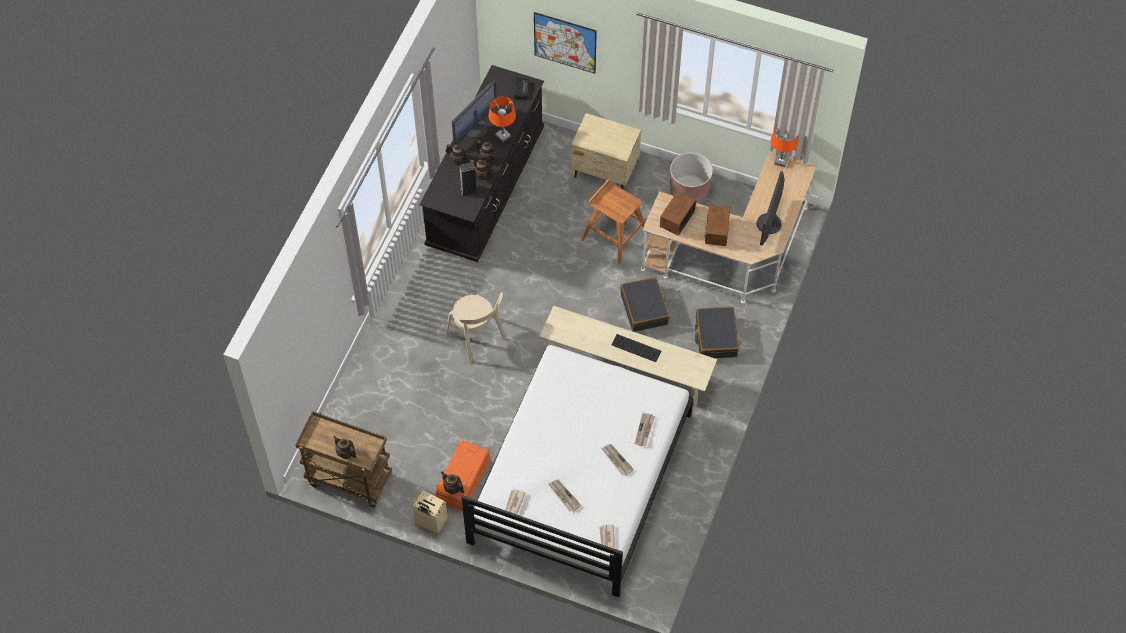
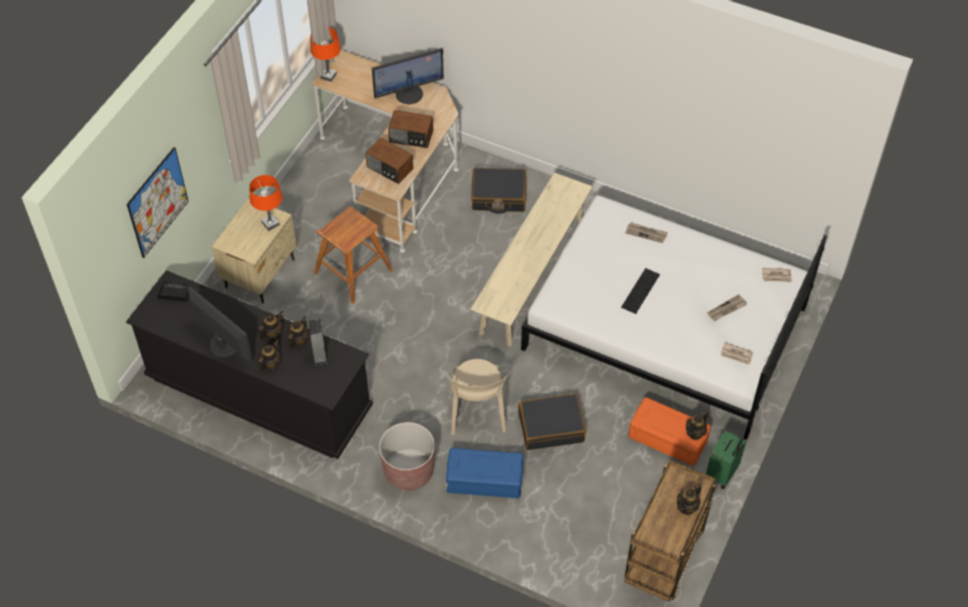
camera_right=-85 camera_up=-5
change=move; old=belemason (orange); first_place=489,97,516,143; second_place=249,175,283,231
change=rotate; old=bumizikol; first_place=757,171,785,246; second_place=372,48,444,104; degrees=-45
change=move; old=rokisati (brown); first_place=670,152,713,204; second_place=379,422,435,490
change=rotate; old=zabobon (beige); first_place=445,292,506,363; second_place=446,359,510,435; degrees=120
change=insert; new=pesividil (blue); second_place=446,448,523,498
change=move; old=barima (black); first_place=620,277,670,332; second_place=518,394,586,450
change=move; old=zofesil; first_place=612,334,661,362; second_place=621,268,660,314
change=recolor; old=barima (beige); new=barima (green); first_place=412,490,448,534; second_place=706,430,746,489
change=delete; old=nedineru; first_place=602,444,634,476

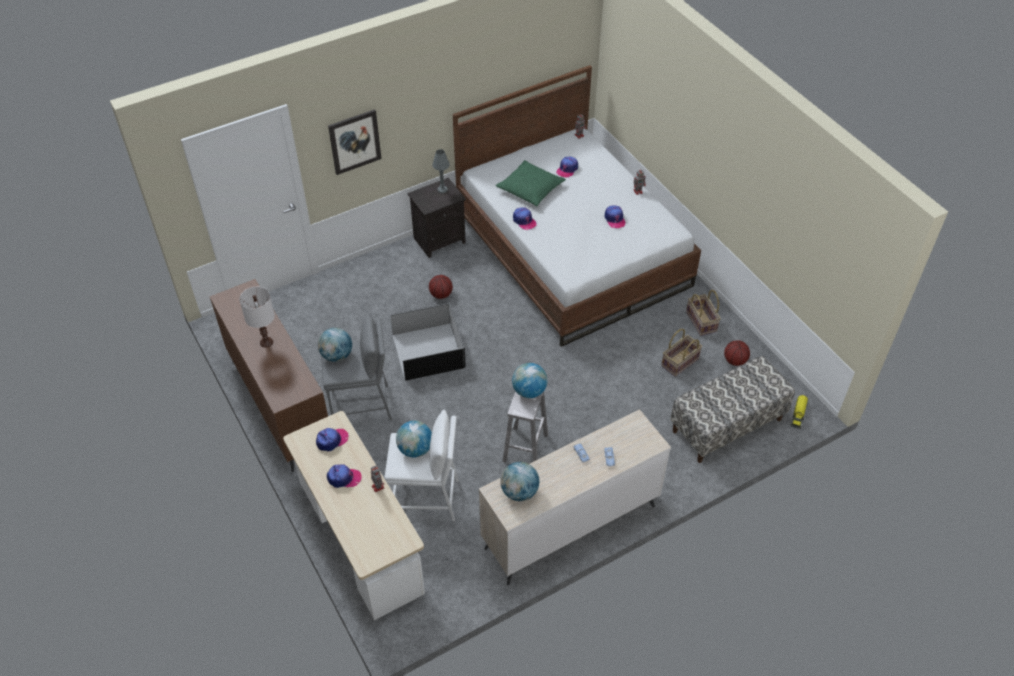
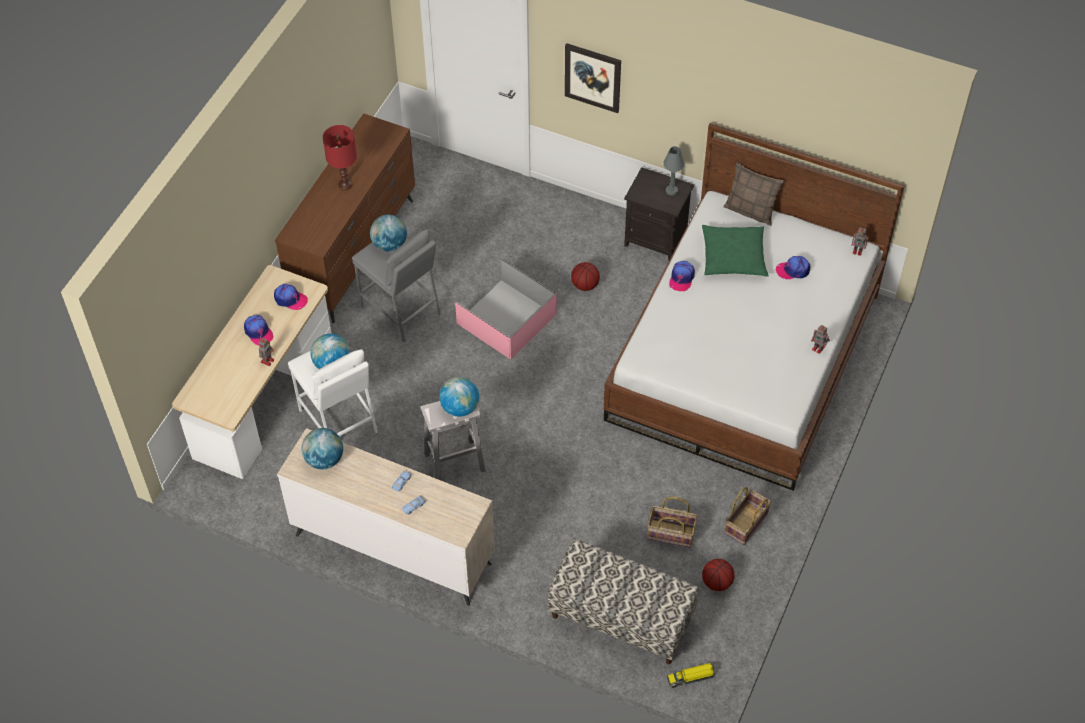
camera_right=55 camera_up=5
change=recolor; old=belemason (white); new=belemason (red); first_place=239,287,275,348; second_place=323,125,357,190
change=recolor; old=pesividil (black); new=pesividil (pink); first_place=390,303,466,381; second_place=455,258,557,359
change=insert; new=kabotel; second_place=723,162,785,226
change=delete; old=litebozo; first_place=604,205,625,228

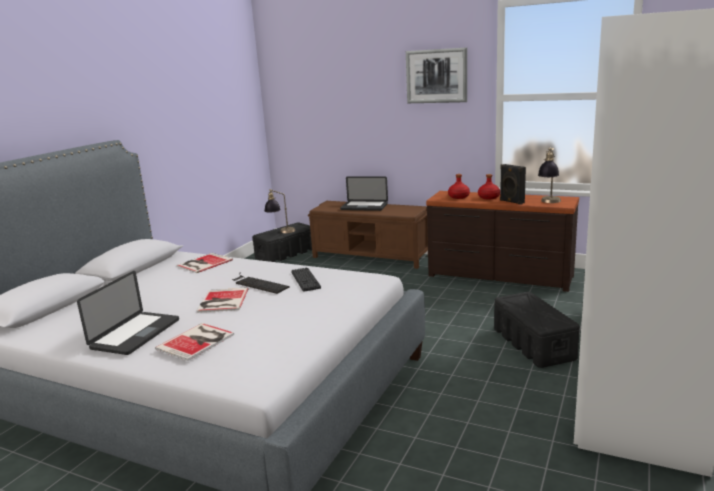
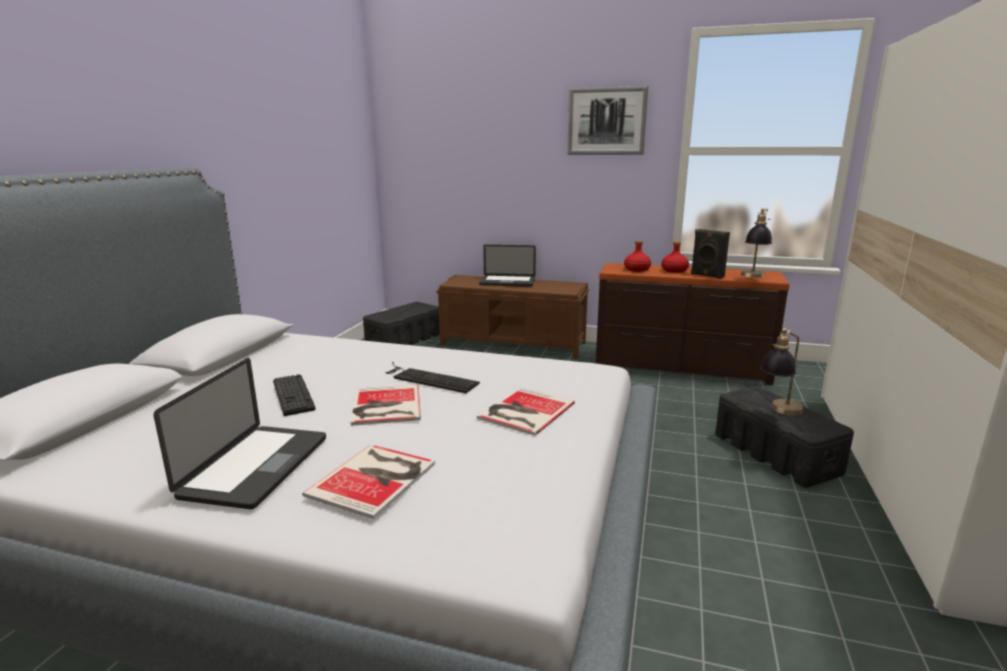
camera_right=-10 camera_up=0
change=move; old=zofesil; first_place=291,268,321,292; second_place=273,374,316,416
change=move; old=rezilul; first_place=177,253,233,273; second_place=477,388,575,436
change=move; old=belemason; first_place=265,189,295,233; second_place=760,328,804,415

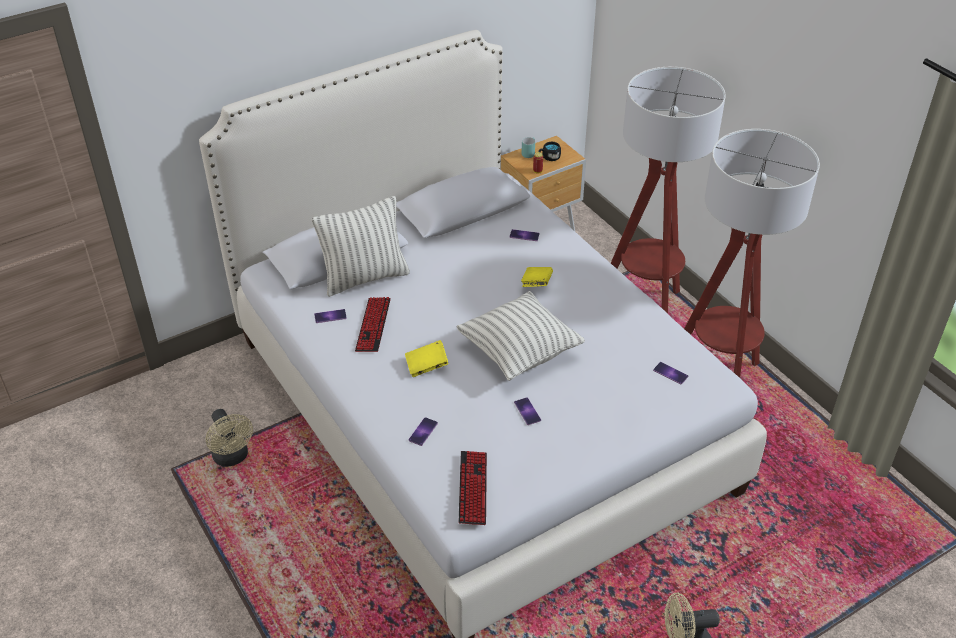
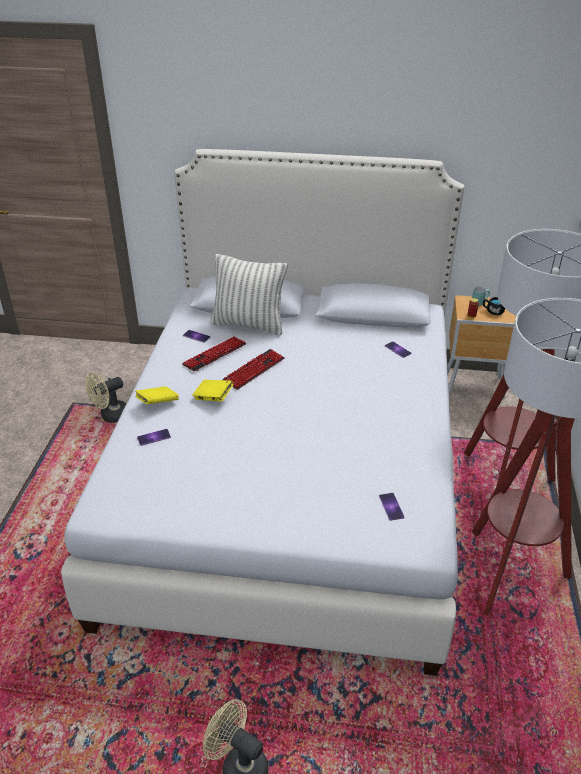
camera_right=40 camera_up=-5
change=rotate; old=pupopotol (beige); first_place=206,409,253,467; second_place=85,372,126,423; degrees=45
change=move; old=rezilul (yellow); first_place=521,267,553,287; second_place=135,386,179,404
change=move; old=zofesil; first_place=458,451,487,525; second_place=222,349,285,390
change=delete; old=kabotel; first_place=456,291,585,381
change=delete; old=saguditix; first_place=514,397,541,425

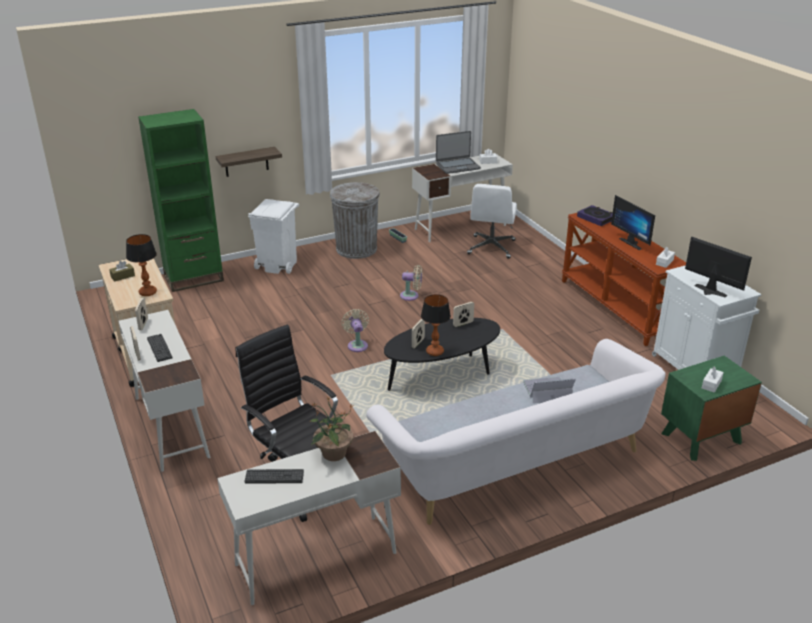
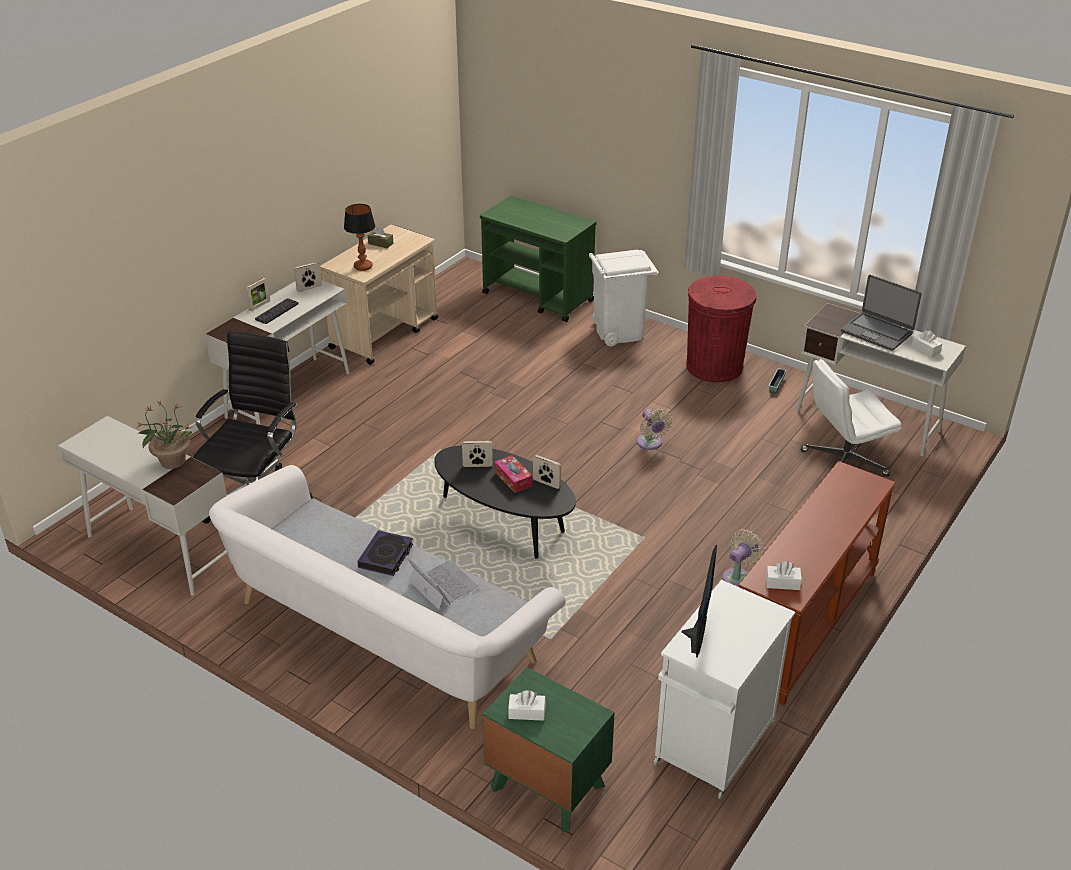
camera_right=60 camera_up=5
change=move; old=rezilul; first_place=577,205,613,226; second_place=358,530,413,576
change=replace; old=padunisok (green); new=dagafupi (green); first_place=138,109,224,292; second_place=480,196,596,322
change=insert; new=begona; second_place=495,455,533,493
change=recolor; old=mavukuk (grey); new=mavukuk (red); first_place=330,182,380,259; second_place=686,276,757,382
change=move; old=pupopotol (beige); first_place=342,309,369,352; second_place=723,529,766,587
change=delete; old=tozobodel; first_place=215,147,282,177
change=delete; old=zofesil; first_place=245,469,304,484
change=delete; old=belemason; first_place=421,294,451,356
change=delete; old=bumizikol; first_place=611,195,655,250

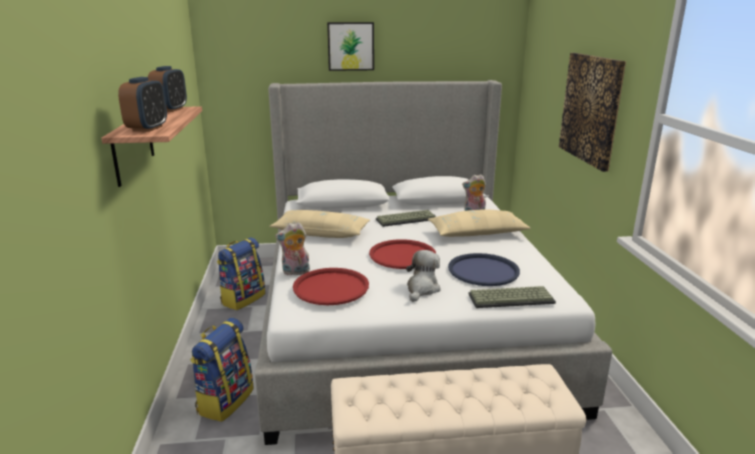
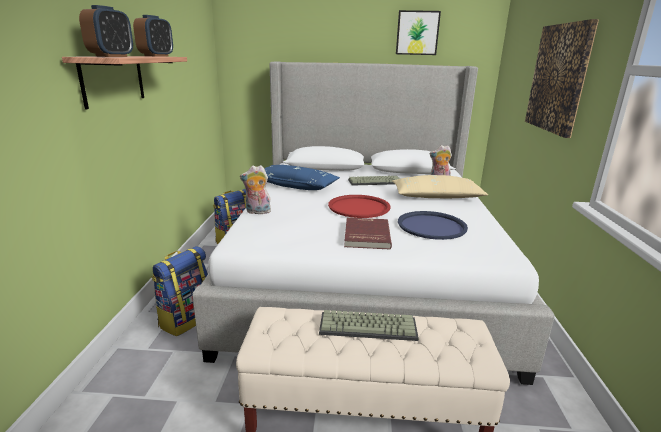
camera_right=10 camera_up=0
change=recolor; old=kabotel (beige); new=kabotel (blue); first_place=269,210,370,238; second_place=264,165,340,190
change=move; old=zofesil; first_place=468,286,556,308; second_place=319,310,419,341
change=replace; old=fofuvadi; new=rezilul (red); first_place=406,250,441,302; second_place=344,217,392,249
change=move; old=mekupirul; first_place=327,22,374,71; second_place=396,10,441,55
change=delete; old=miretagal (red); first_place=293,268,369,305

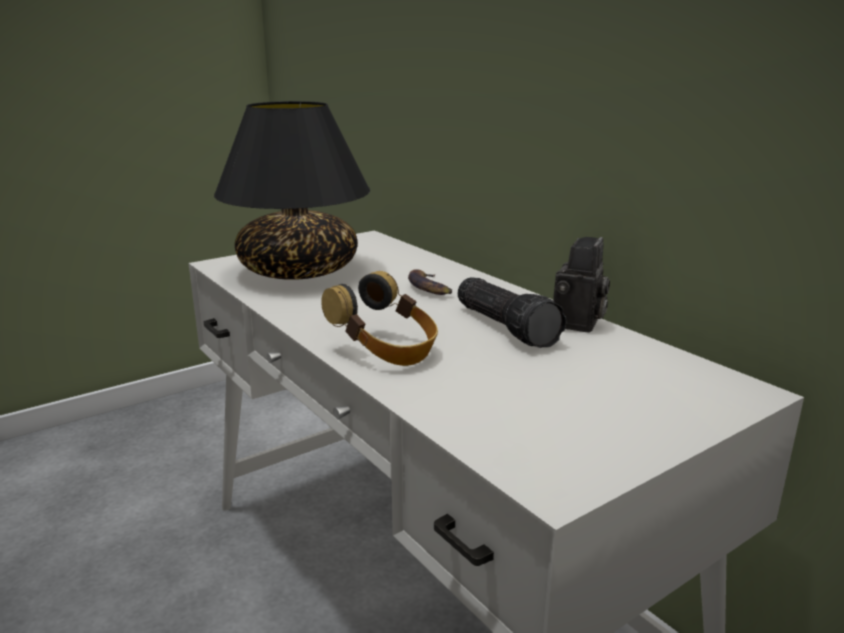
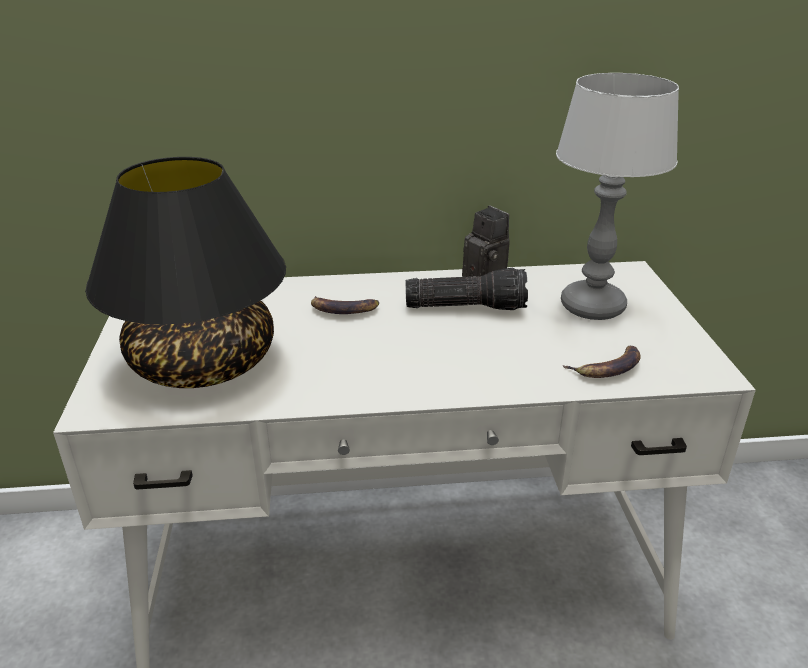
camera_right=-60 camera_up=10
change=insert; new=belemason; second_place=556,73,679,320
change=insert; new=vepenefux; second_place=563,345,641,378
change=delete; old=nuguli; first_place=321,271,438,366

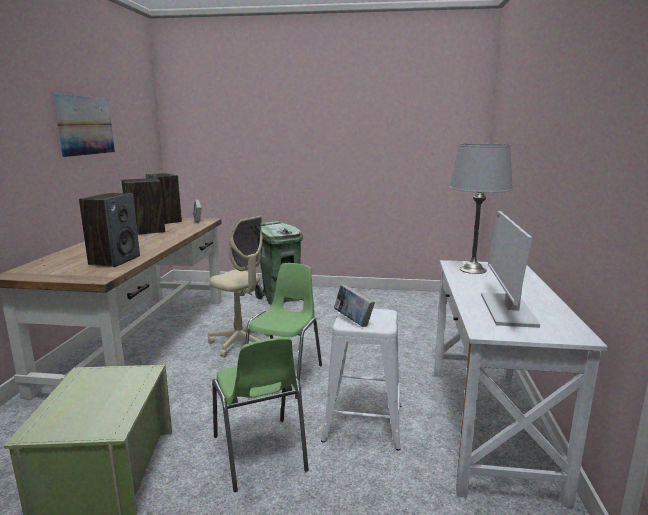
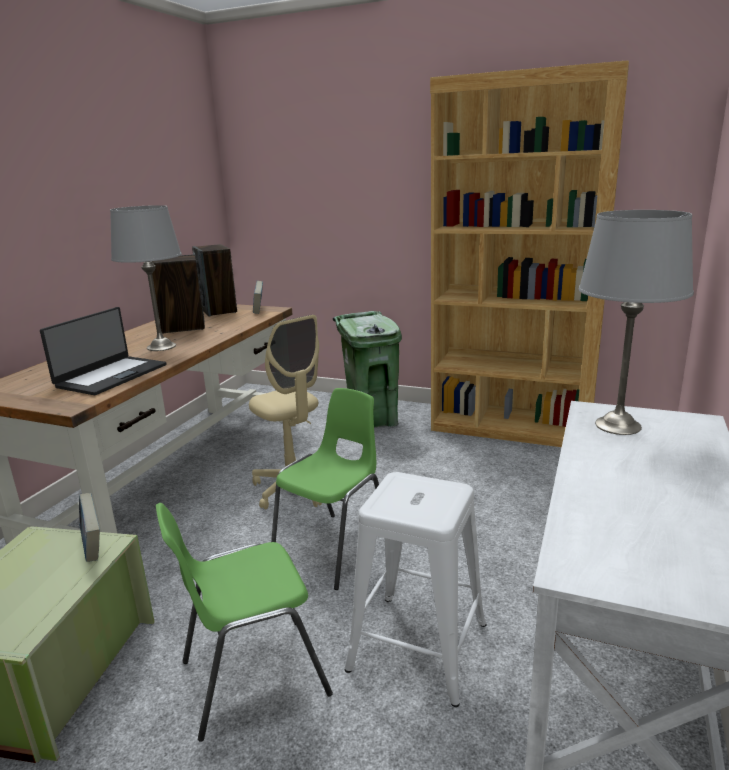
camera_right=15 camera_up=5
change=replace; old=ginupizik; new=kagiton; first_place=79,193,140,267; second_place=40,307,166,395
change=move; old=rezilul; first_place=334,285,375,327; second_place=79,493,100,562
change=insert; new=belemason (grey); second_place=110,205,182,351
change=rotate; old=zabobon (green); first_place=212,337,309,492; second_place=156,503,333,742; degrees=75
change=insert; new=padunisok (brown); second_place=430,60,629,447
change=delete; old=mekupirul; first_place=53,94,115,157
change=delete; old=bumizikol; first_place=481,211,540,328

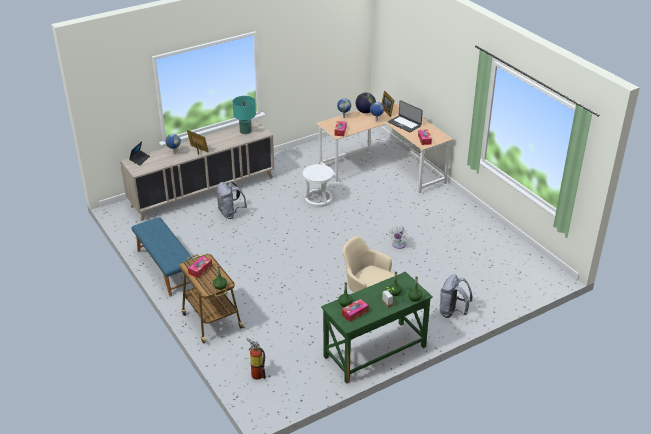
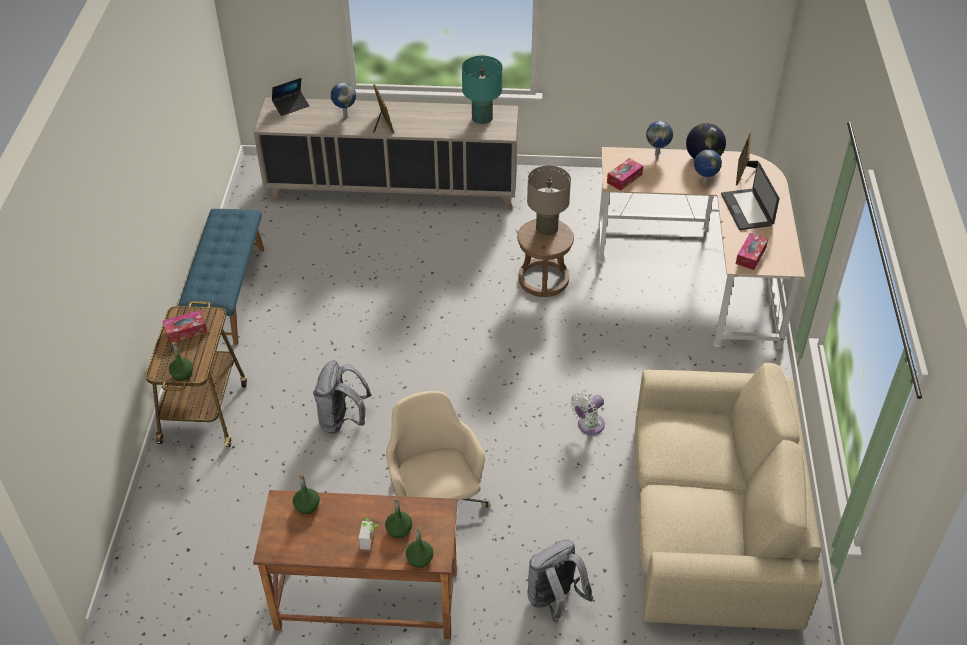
camera_right=35 camera_up=10
change=recolor; old=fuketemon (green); new=fuketemon (brown); first_place=321,272,433,384; second_place=253,490,458,639
change=move; old=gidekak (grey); first_place=216,181,247,219; second_place=313,361,371,434
change=recolor; old=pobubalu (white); new=pobubalu (brown); first_place=303,164,334,208; second_place=517,219,574,297
change=insert; new=belemason (beige); second_place=527,165,571,236
change=insert; new=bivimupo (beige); second_place=635,363,822,630
change=delete; old=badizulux; first_place=246,338,266,379
change=delete; old=begona; first_place=342,299,369,322

